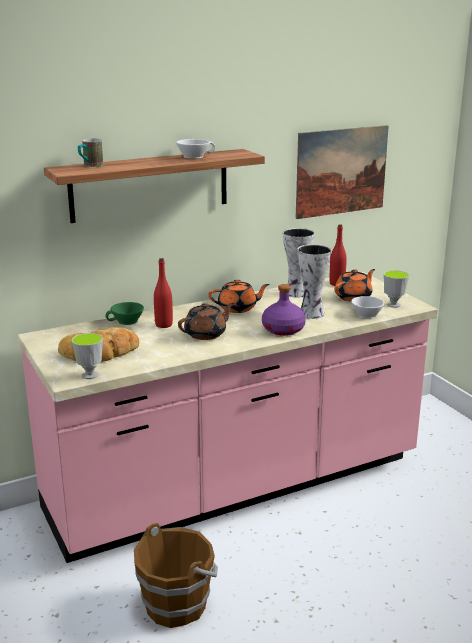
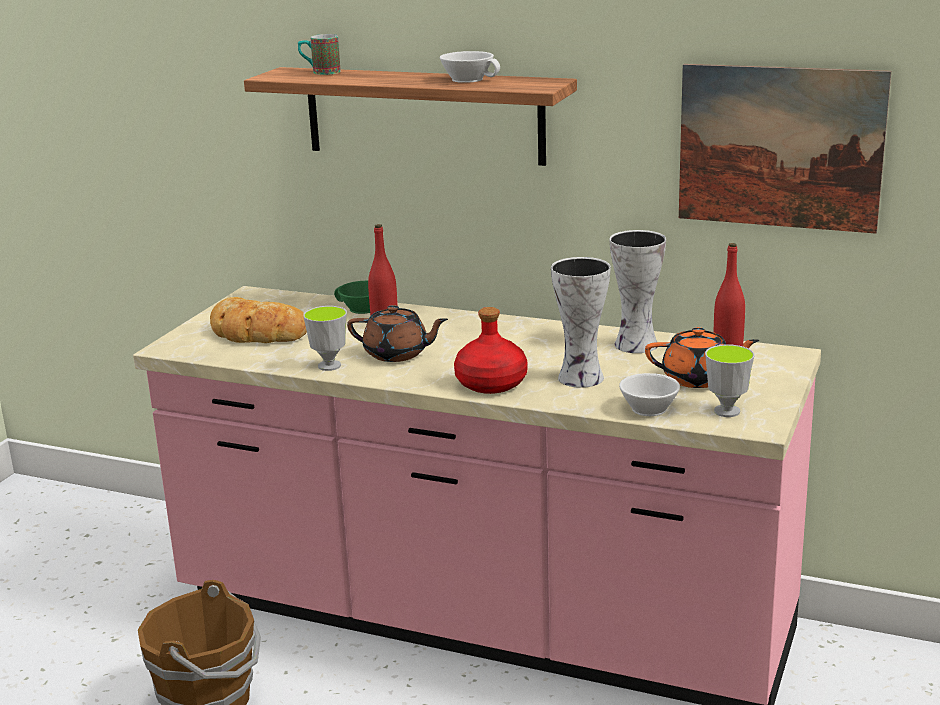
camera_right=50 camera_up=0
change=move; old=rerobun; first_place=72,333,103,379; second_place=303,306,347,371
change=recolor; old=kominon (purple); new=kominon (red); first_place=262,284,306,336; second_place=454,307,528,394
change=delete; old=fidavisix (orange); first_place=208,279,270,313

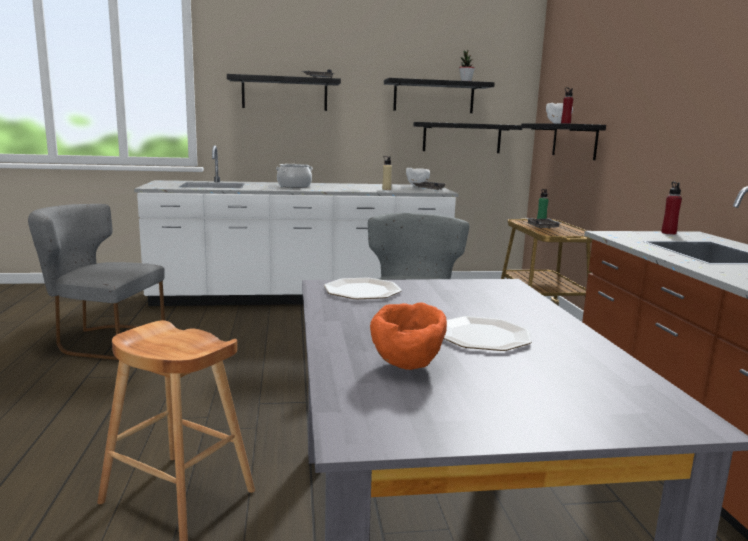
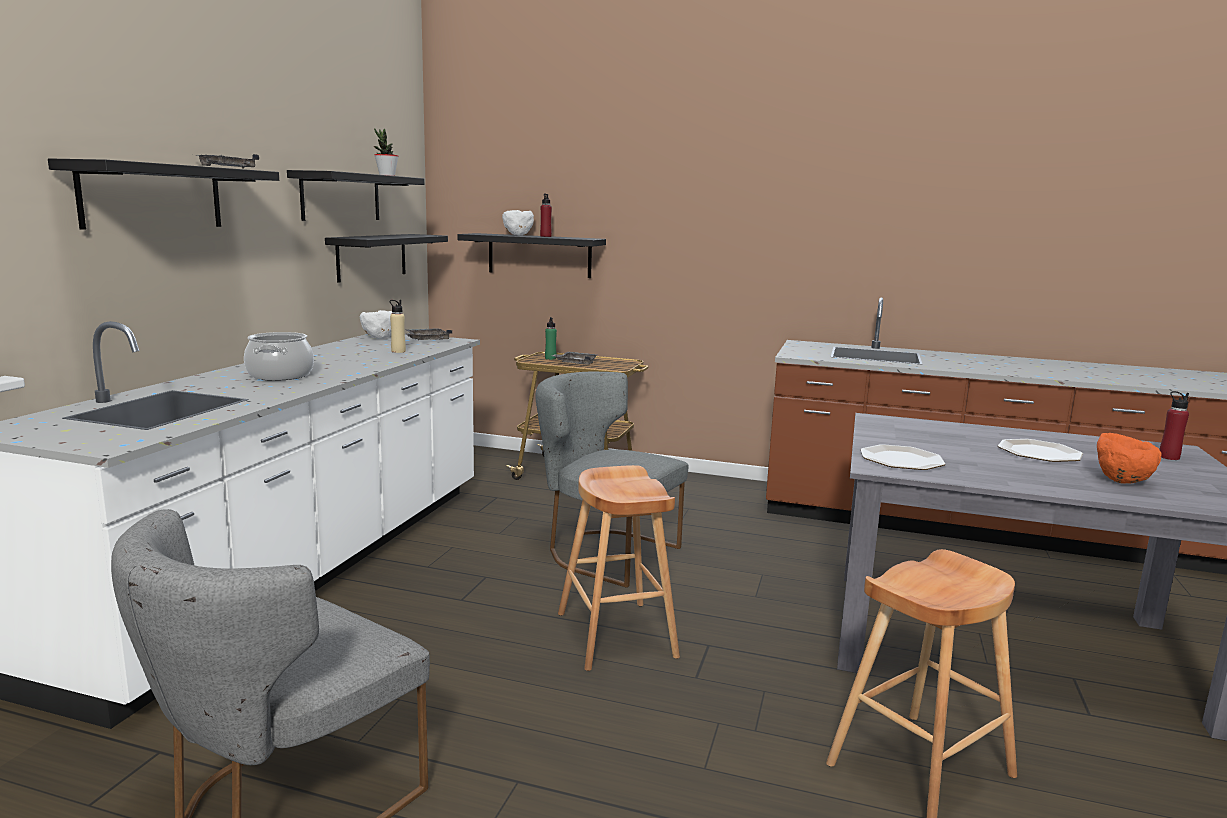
camera_right=-65 camera_up=0
change=insert; new=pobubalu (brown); second_place=558,465,680,671
change=move; old=kominon (red); first_place=661,182,682,235; second_place=1159,391,1189,460

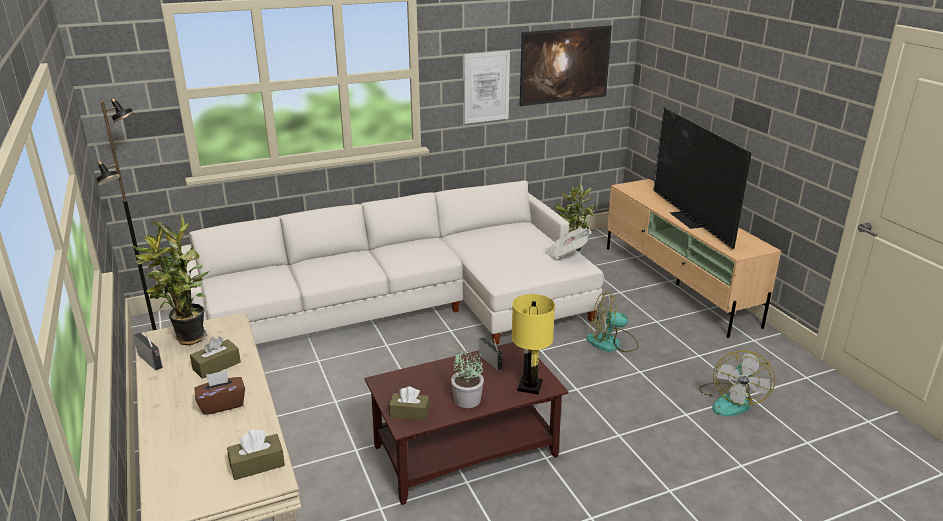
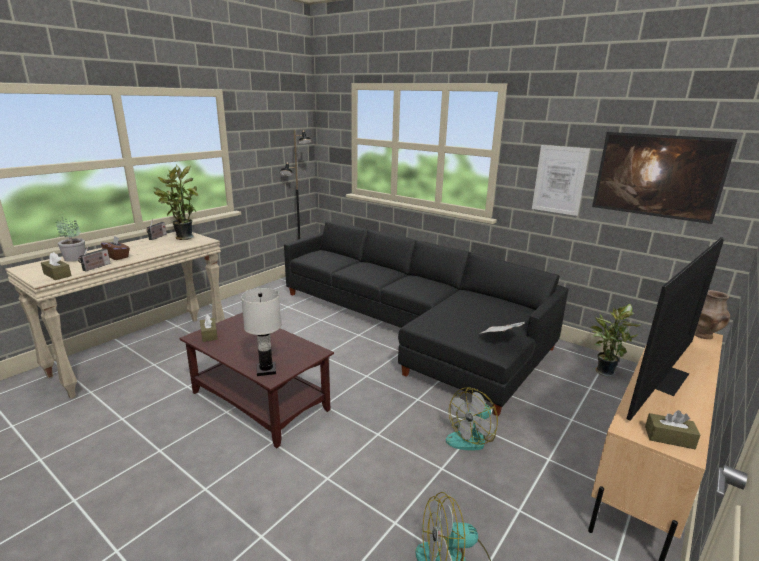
camera_right=60 camera_up=-5
change=move; old=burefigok; first_place=451,348,484,408; second_place=56,217,86,262
change=move; old=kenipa; first_place=479,337,504,370; second_place=78,245,111,271
change=recolor; old=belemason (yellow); new=belemason (white); first_place=511,294,555,395; second_place=241,288,281,376
change=recolor; old=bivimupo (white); new=bivimupo (black); first_place=181,180,604,345; second_place=284,222,569,416
change=rotate; old=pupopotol; first_place=587,292,639,352; second_place=446,388,498,451; degrees=-105
change=move; old=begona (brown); first_place=190,336,241,379; second_place=645,410,700,449
change=insert; new=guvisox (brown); second_place=695,290,730,339

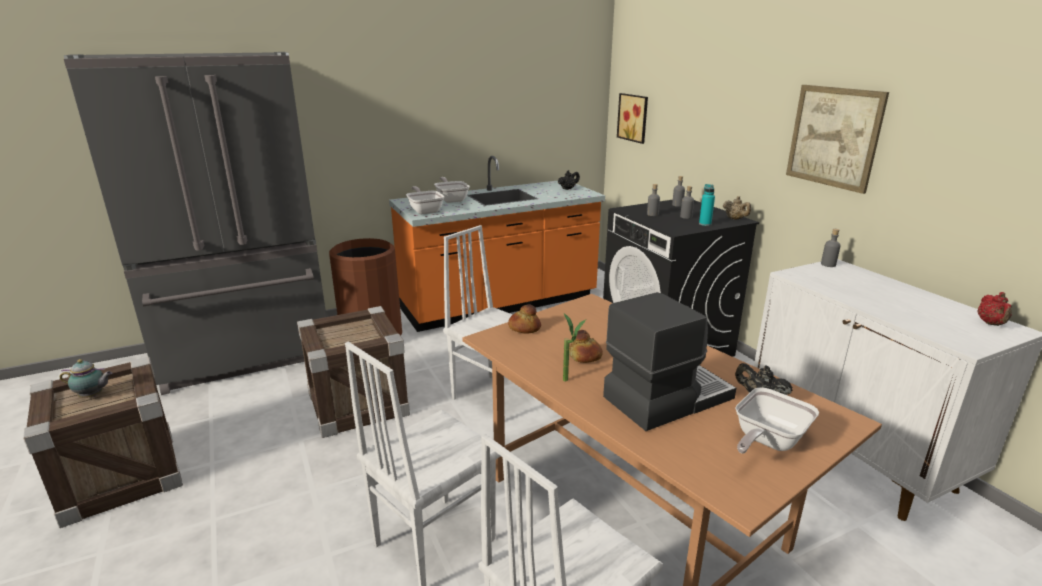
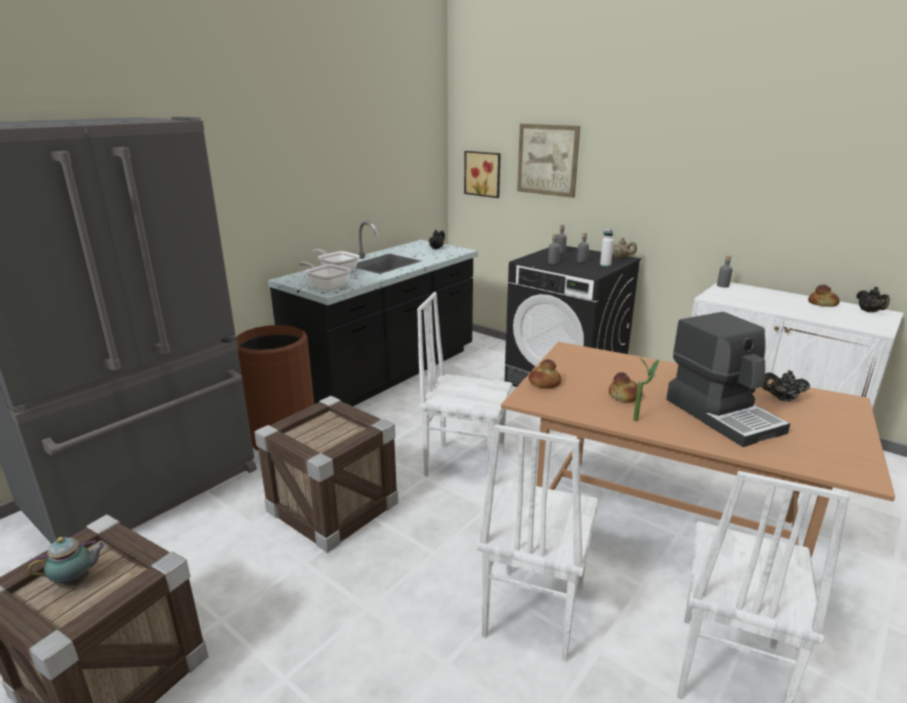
camera_right=-25 camera_up=0
change=recolor; old=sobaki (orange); new=sobaki (black); first_place=389,156,605,332; second_place=268,221,478,406
change=move; old=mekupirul; first_place=786,85,889,194; second_place=517,124,580,198
change=recolor; old=kominon (turquoise); new=kominon (white); first_place=699,184,715,226; second_place=600,229,614,267
change=rotate; old=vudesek; first_place=603,292,736,431; second_place=666,312,790,447; degrees=120
change=insert; new=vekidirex; second_place=808,284,840,307
change=recolor; old=fidavisix (red); new=fidavisix (black); first_place=978,292,1012,326; second_place=856,287,890,312
change=delete; old=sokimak; first_place=735,387,819,454

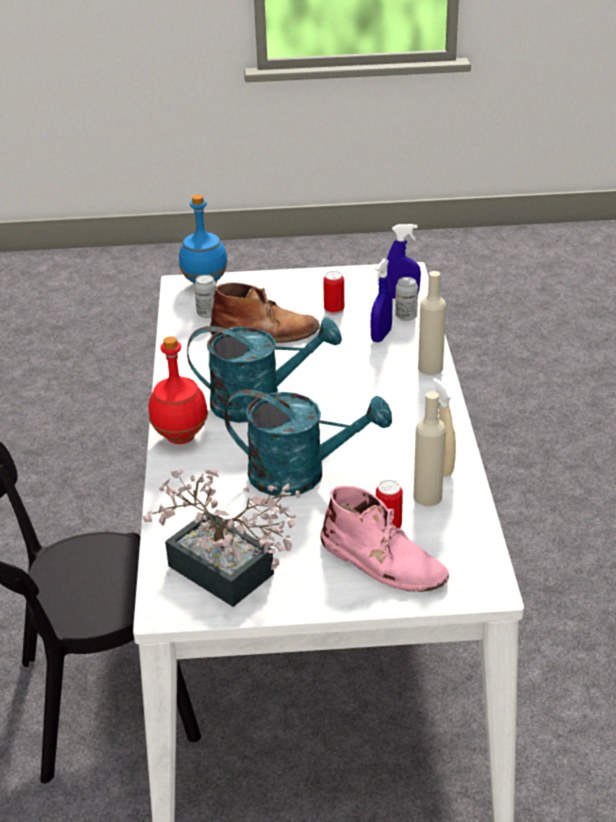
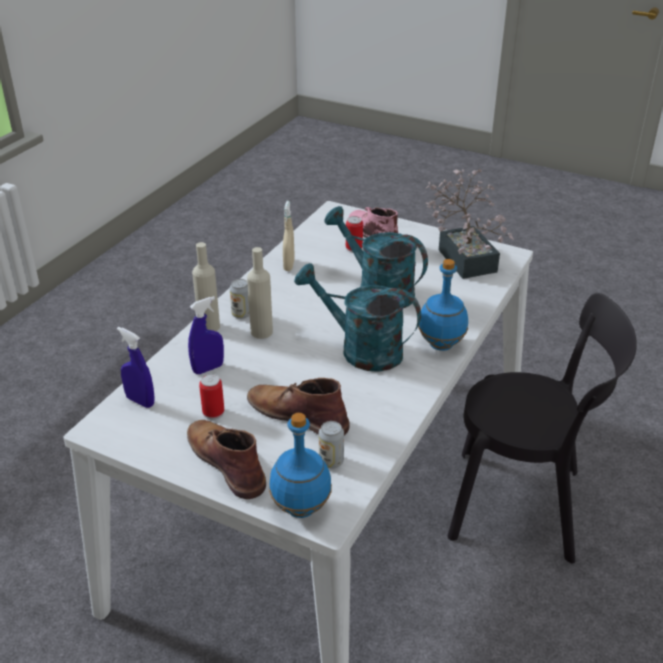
camera_right=-150 camera_up=0
change=insert; new=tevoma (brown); second_place=187,420,266,499
change=move; old=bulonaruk; first_place=395,277,418,321; second_place=230,279,250,319
change=move; old=kominon (beige); first_place=413,391,446,506; second_place=247,247,273,339
change=recolor; old=kominon (red); new=kominon (blue); first_place=149,336,208,444; second_place=418,259,468,351

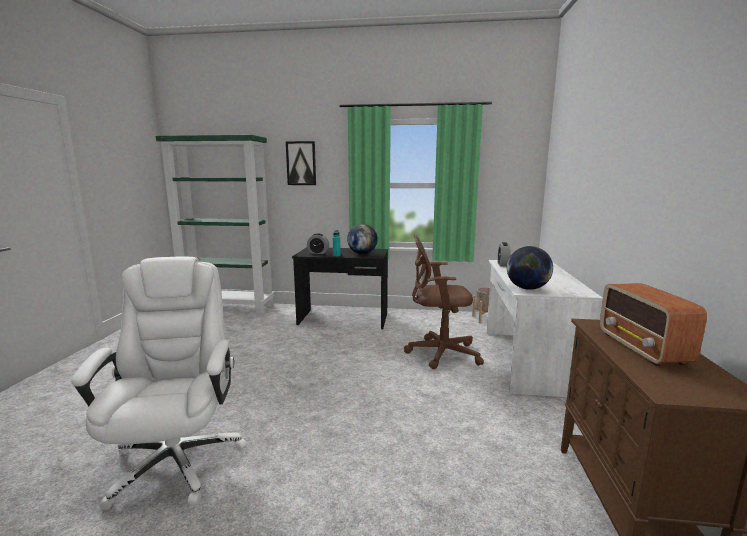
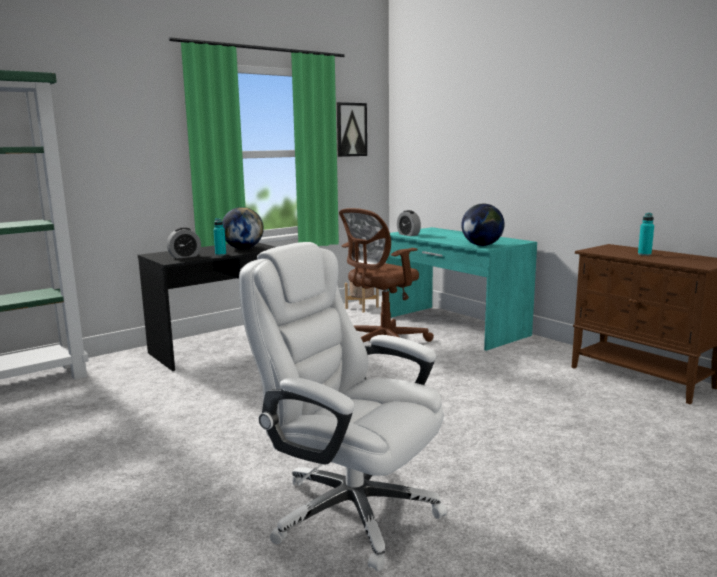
camera_right=-45 camera_up=0
change=move; old=mekupirul; first_place=286,141,316,185; second_place=337,102,367,157
change=recolor; old=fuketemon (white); new=fuketemon (turquoise); first_place=486,260,603,397; second_place=386,227,537,351
change=replace; old=kenipa; new=kominon (turquoise); first_place=600,283,707,366; second_place=638,213,654,256

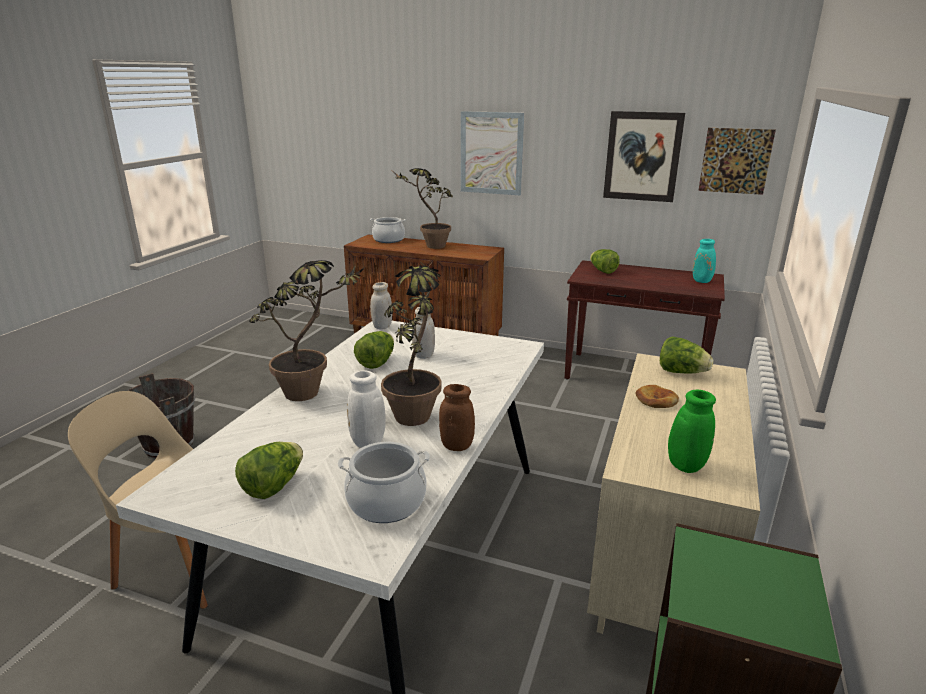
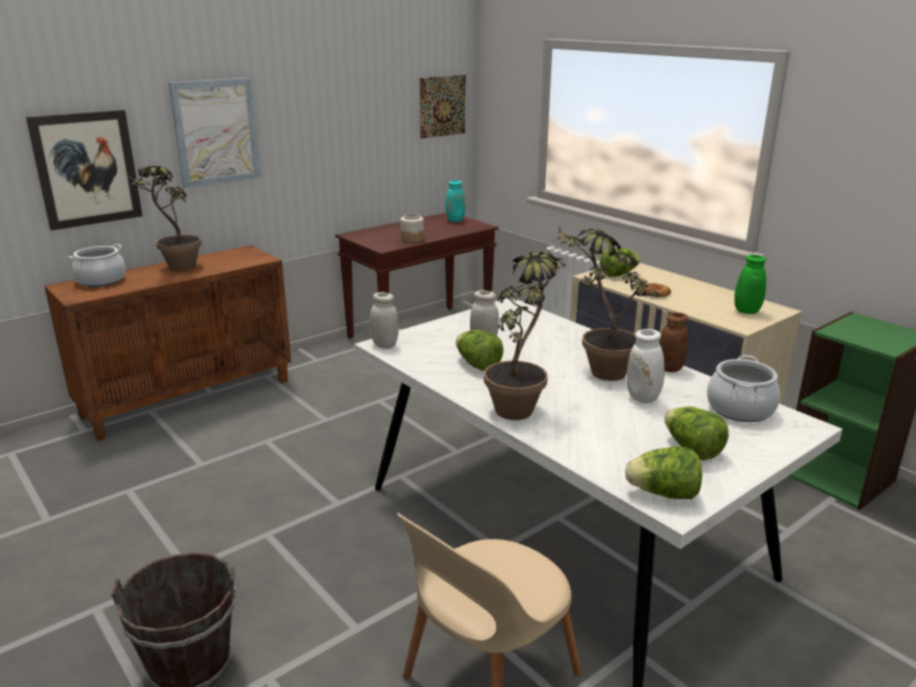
camera_right=-60 camera_up=0
change=move; old=mekupirul; first_place=603,111,685,202; second_place=26,110,143,231
change=insert; new=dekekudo; second_place=401,213,424,243
change=move; old=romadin; first_place=590,249,620,274; second_place=625,446,702,499

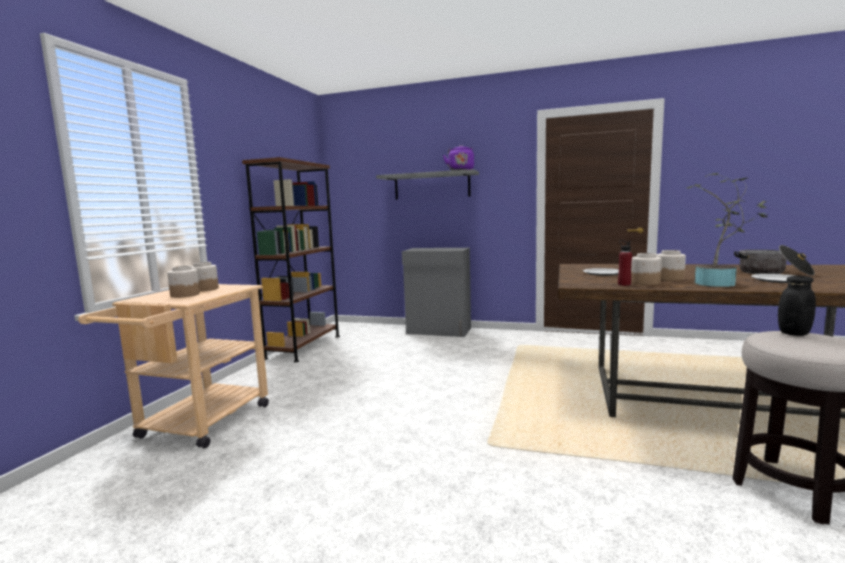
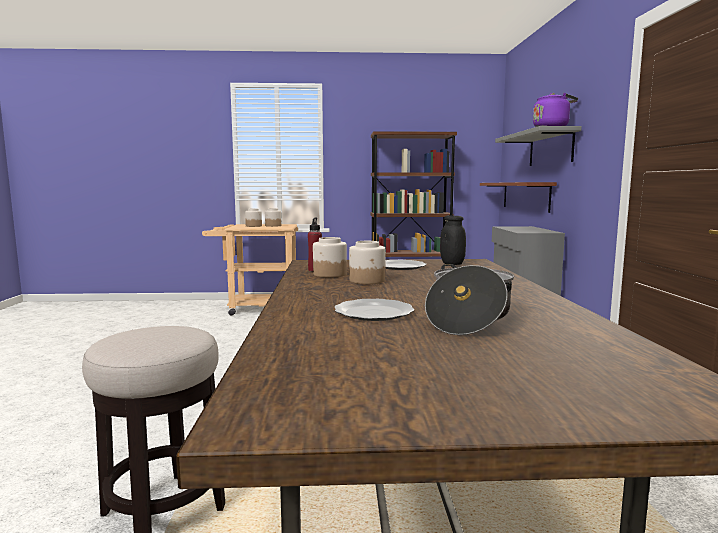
camera_right=70 camera_up=0
change=move; old=dekekudo (black); first_place=778,276,816,336; second_place=440,215,466,265
change=insert; new=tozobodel; second_place=480,182,557,213
change=delete; old=burefigok; first_place=687,173,768,287

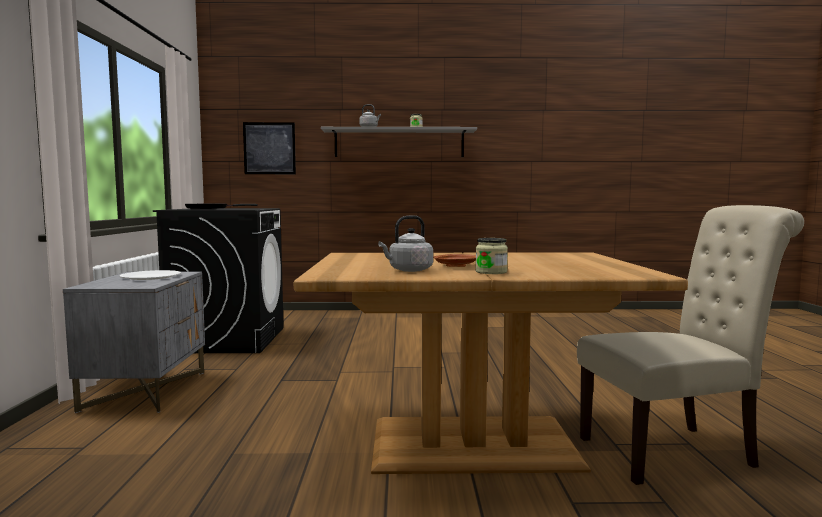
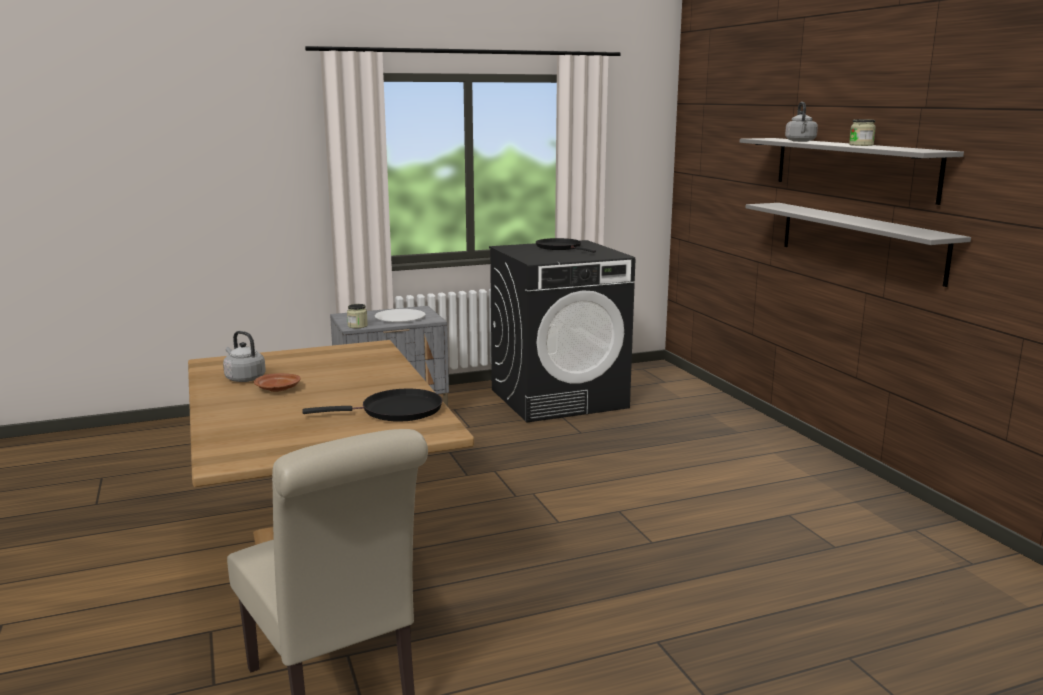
camera_right=70 camera_up=10
change=insert; new=sokimak (black); second_place=302,389,442,422
change=move; old=dekekudo; first_place=476,238,508,274; second_place=347,304,368,328
change=insert; new=tozobodel (grey); second_place=746,203,971,287
change=delete; old=mekupirul; first_place=243,122,296,174

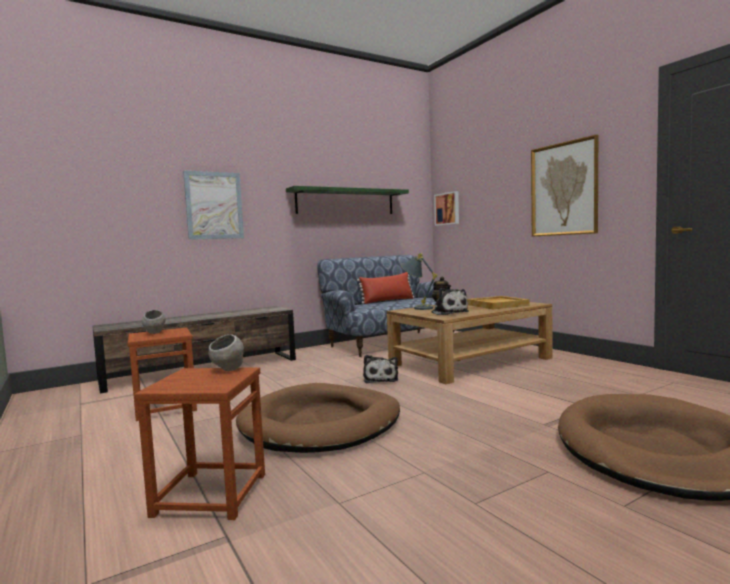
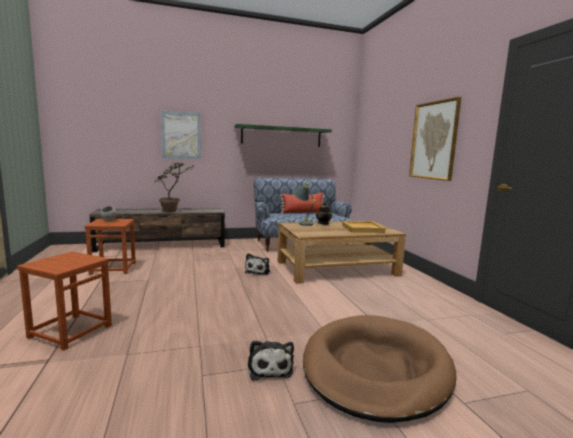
camera_right=15 camera_up=5
change=insert; new=burefigok; second_place=154,163,195,212
change=move; old=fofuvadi; first_place=432,288,469,315; second_place=248,340,294,380
change=delete; old=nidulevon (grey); first_place=209,334,244,371
change=delete; old=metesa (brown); first_place=236,383,400,453
change=delete; old=mekupirul; first_place=434,191,459,226

